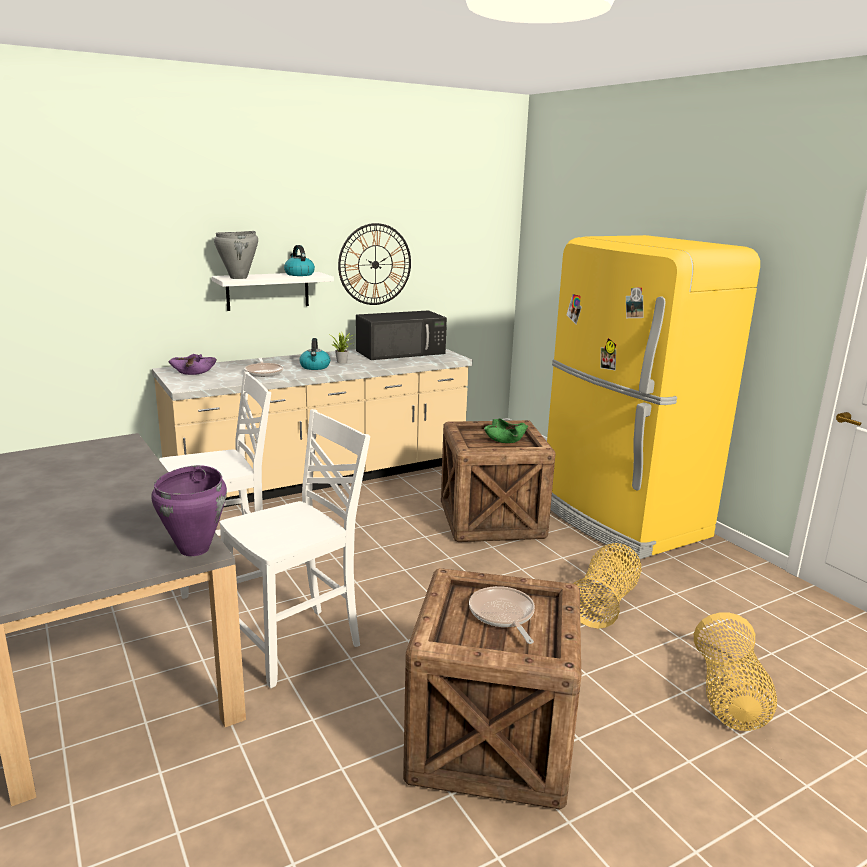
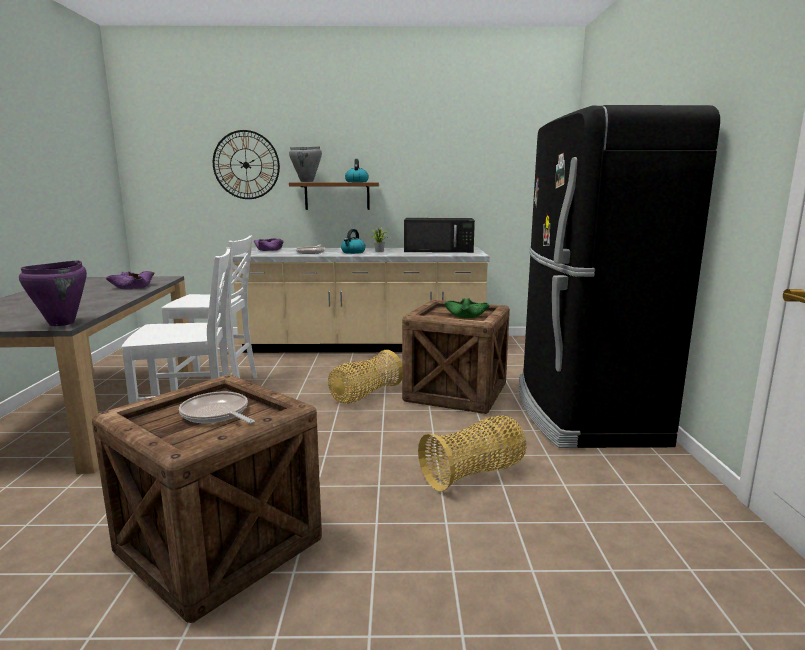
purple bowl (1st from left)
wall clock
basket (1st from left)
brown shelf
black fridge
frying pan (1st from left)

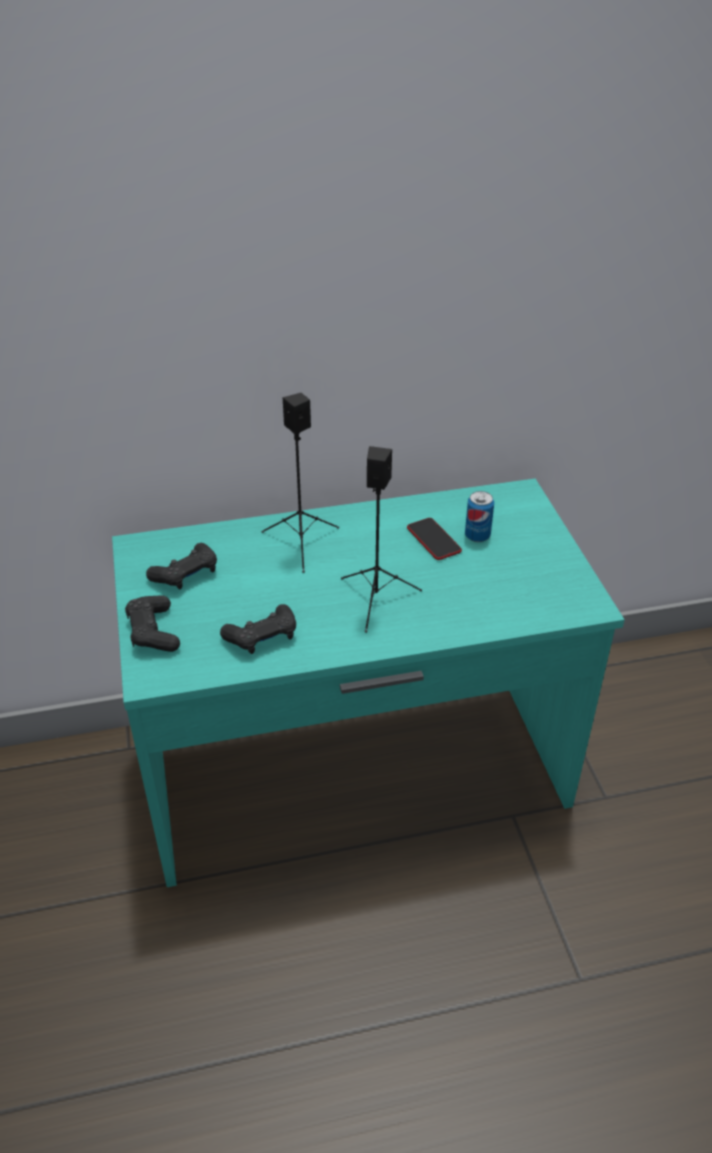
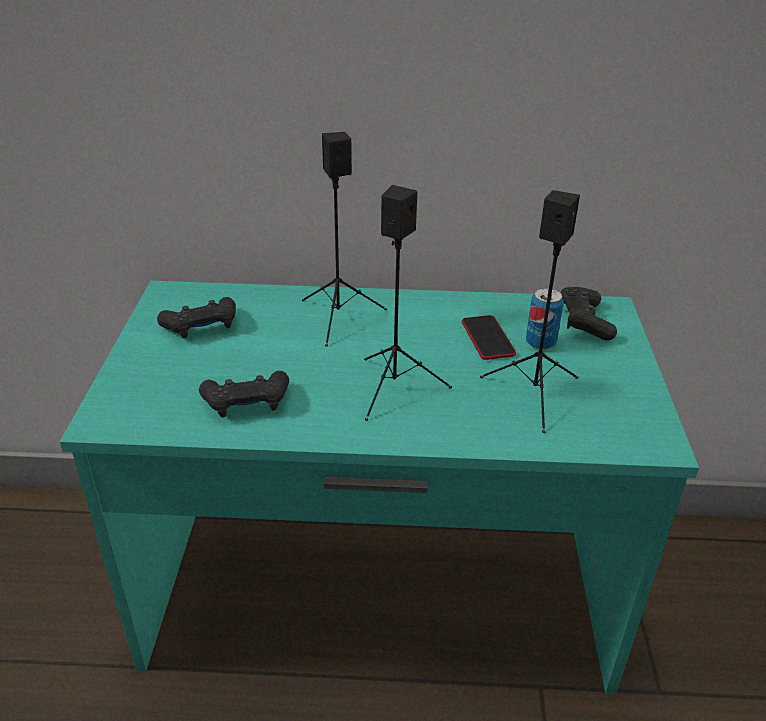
black speaker (3rd from left)
black game controller (3rd from left)

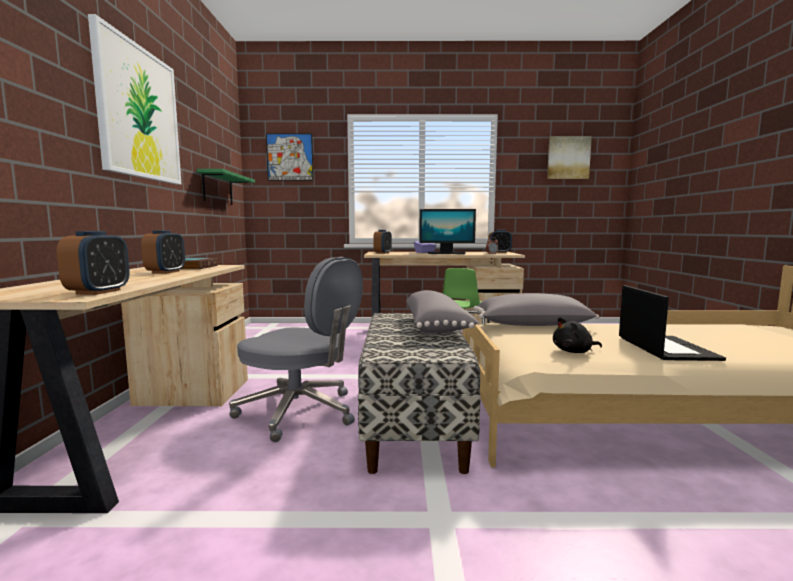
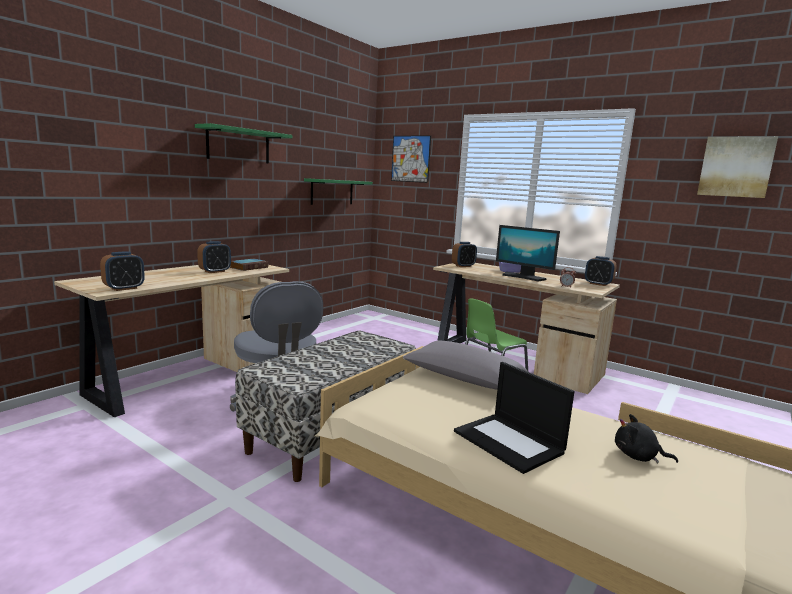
grey pillow (1st from left in the first image)
black plush toy
green shelf (1st from left)
laptop

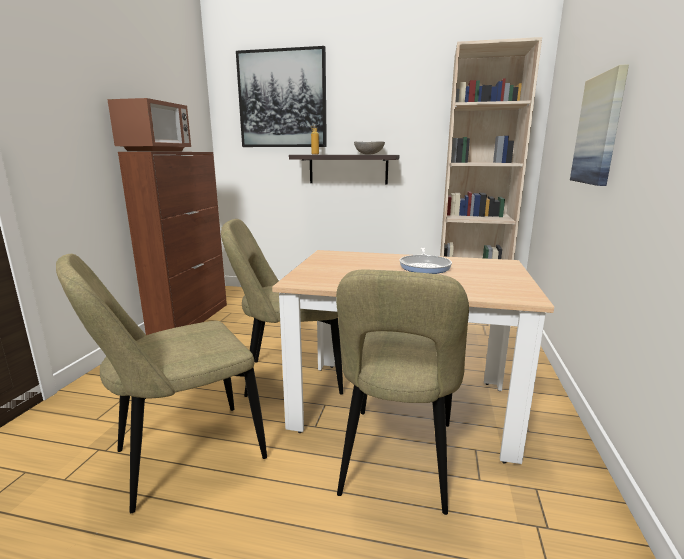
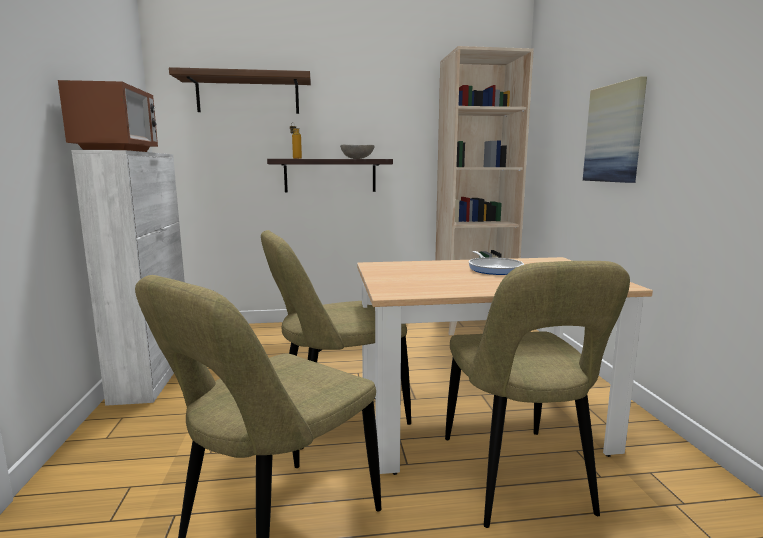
shelf (1st from left)
white cabinet

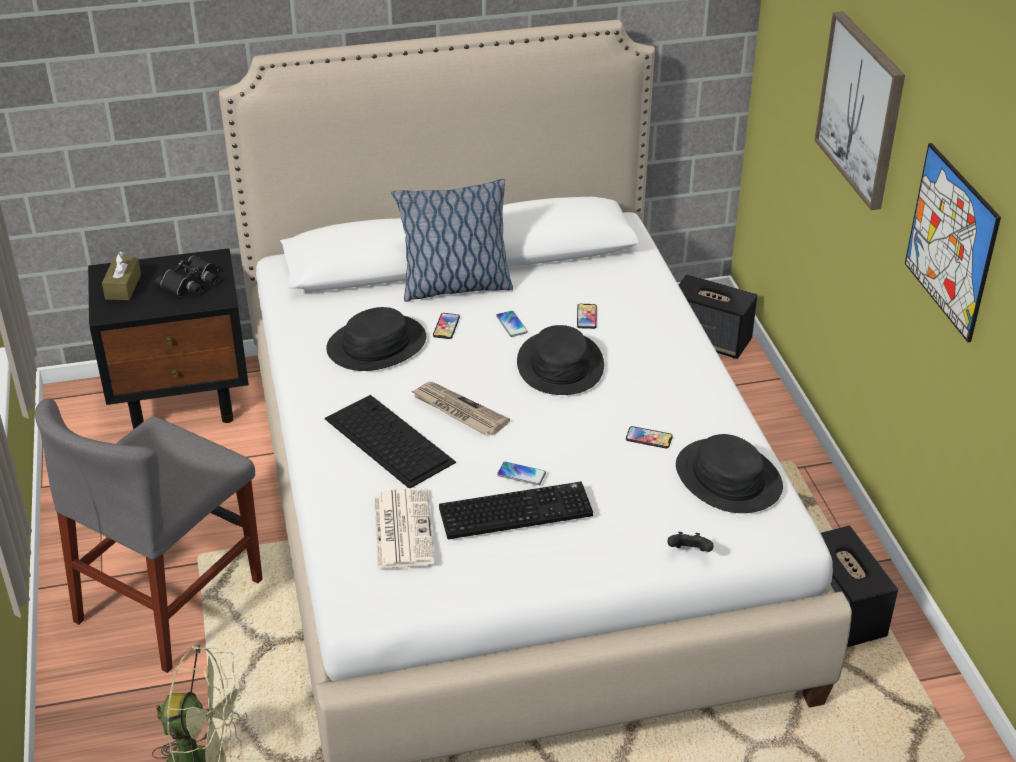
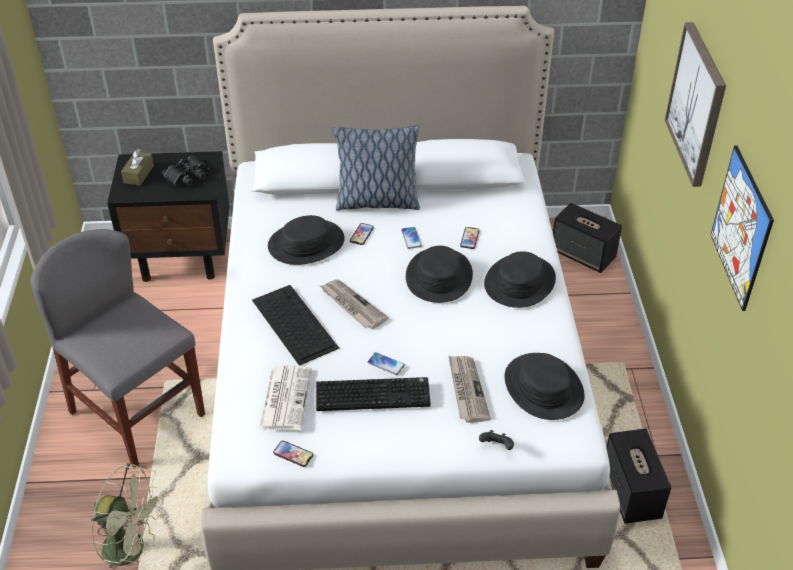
newspaper (3rd from left)
black hat (3rd from left)
phone (1st from left)
grey chair

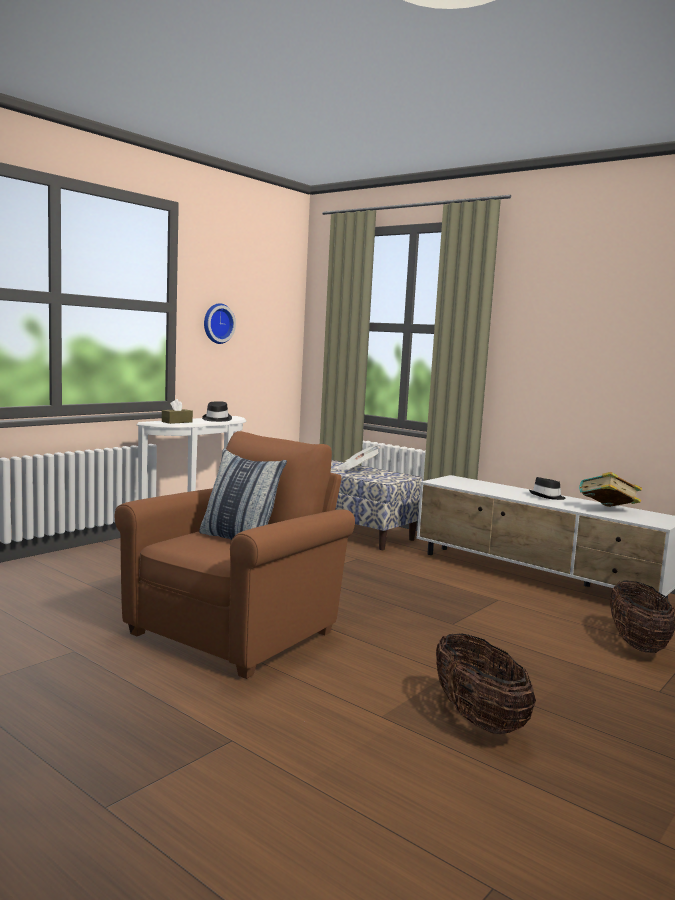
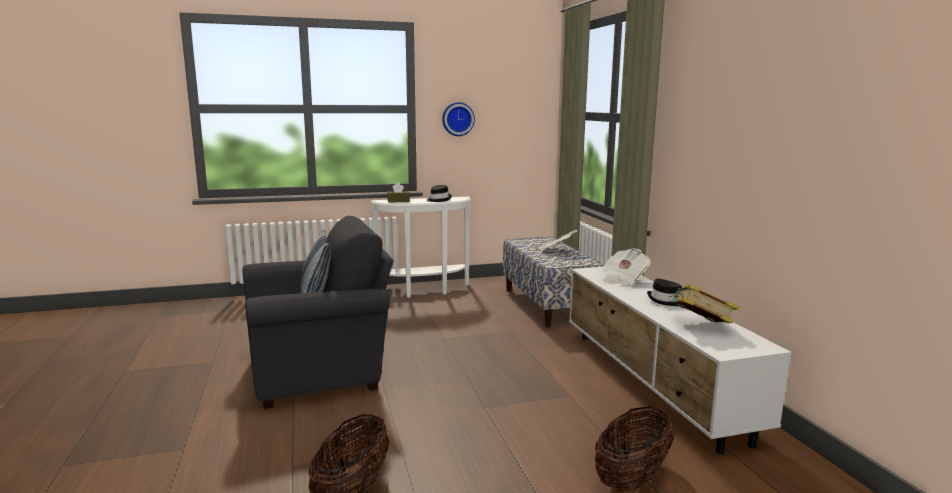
newspaper (2nd from left)
grey armchair

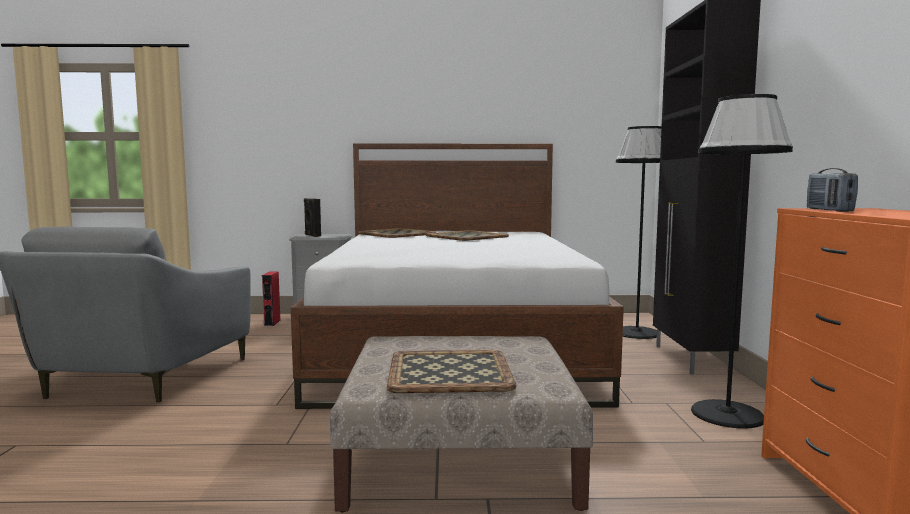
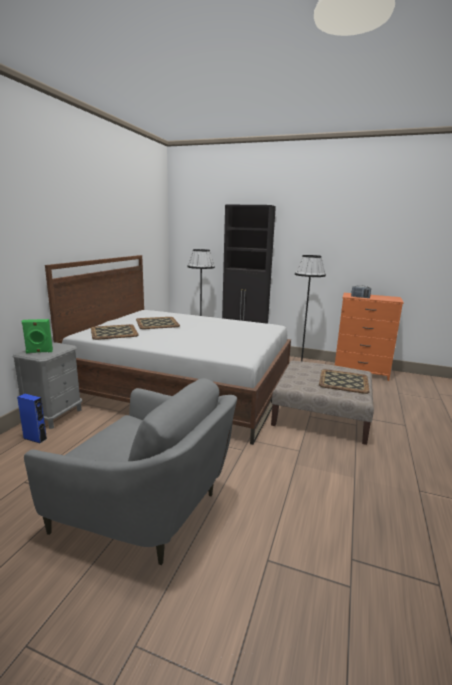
blue speaker
green speaker

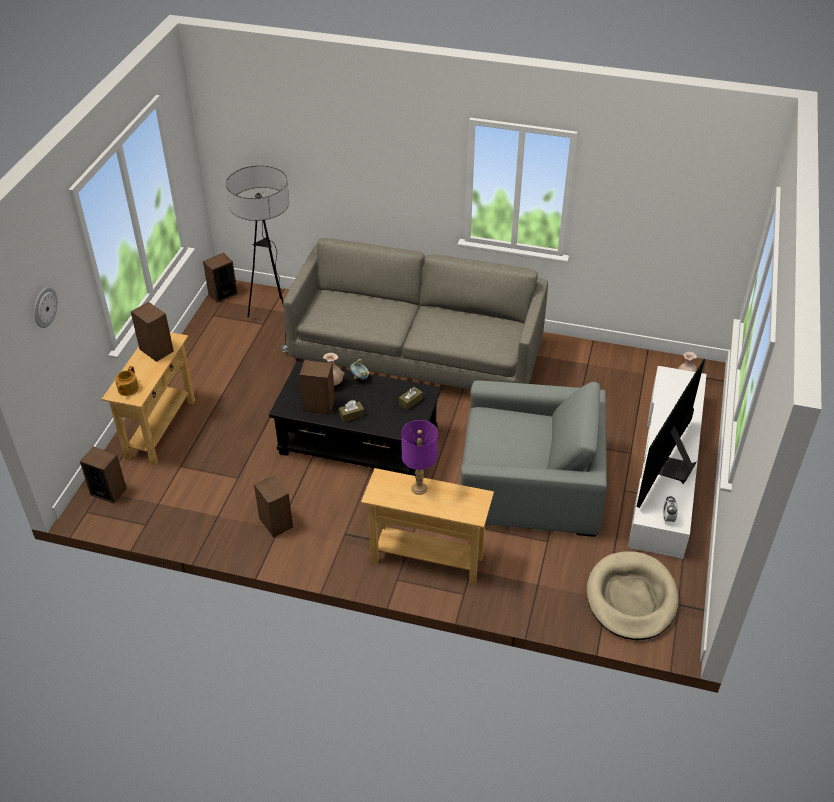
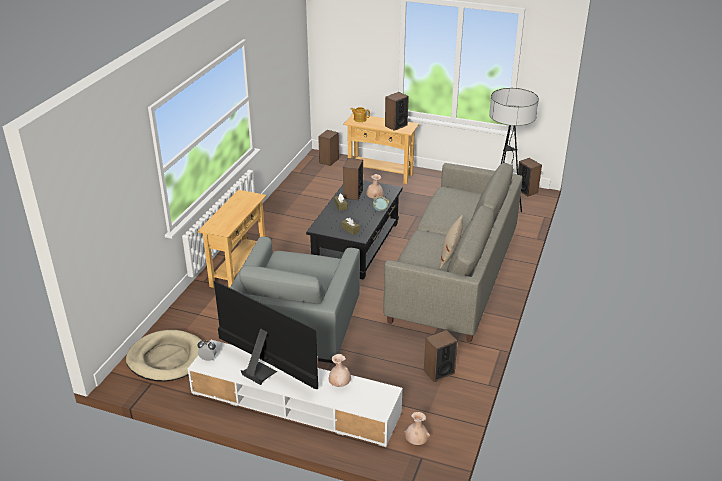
wall clock
purple table lamp
beige vase (1st from left)
beige pillow
speaker (4th from left)

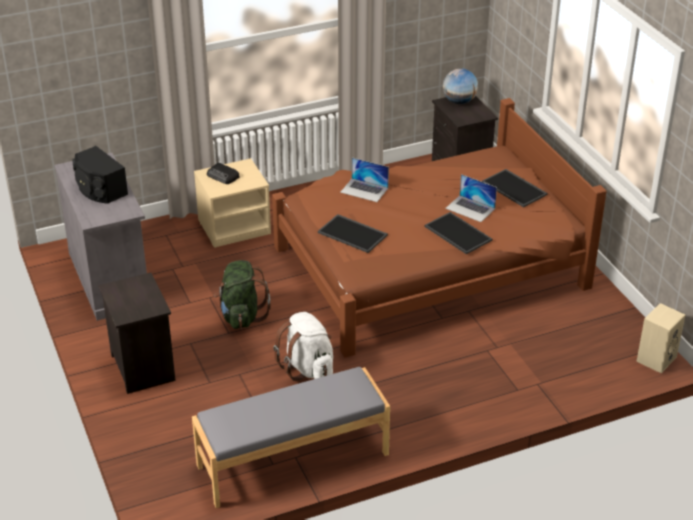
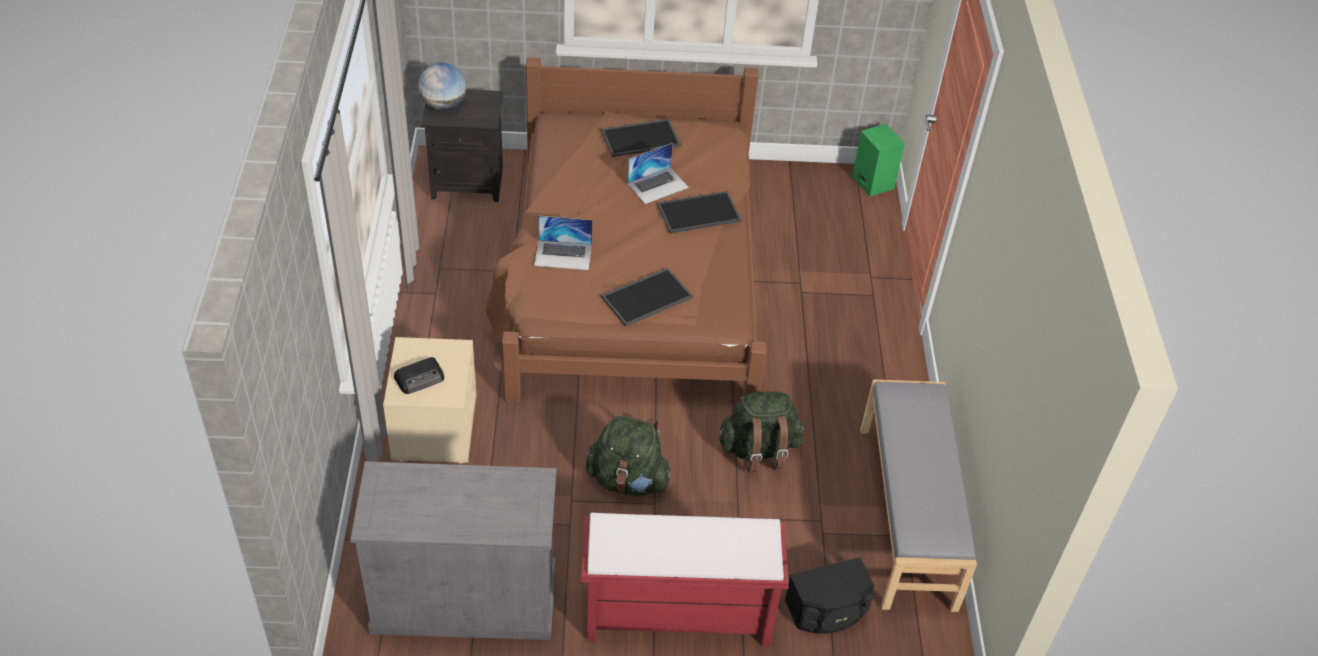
black speaker
red bench
green backpack (2nd from left)
green speaker
laptop (1st from left)

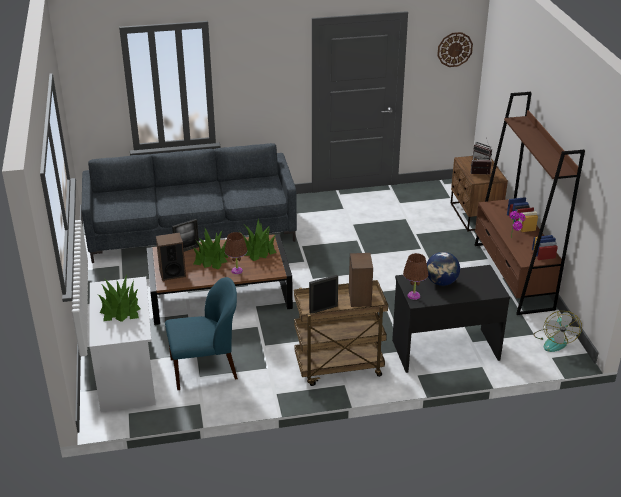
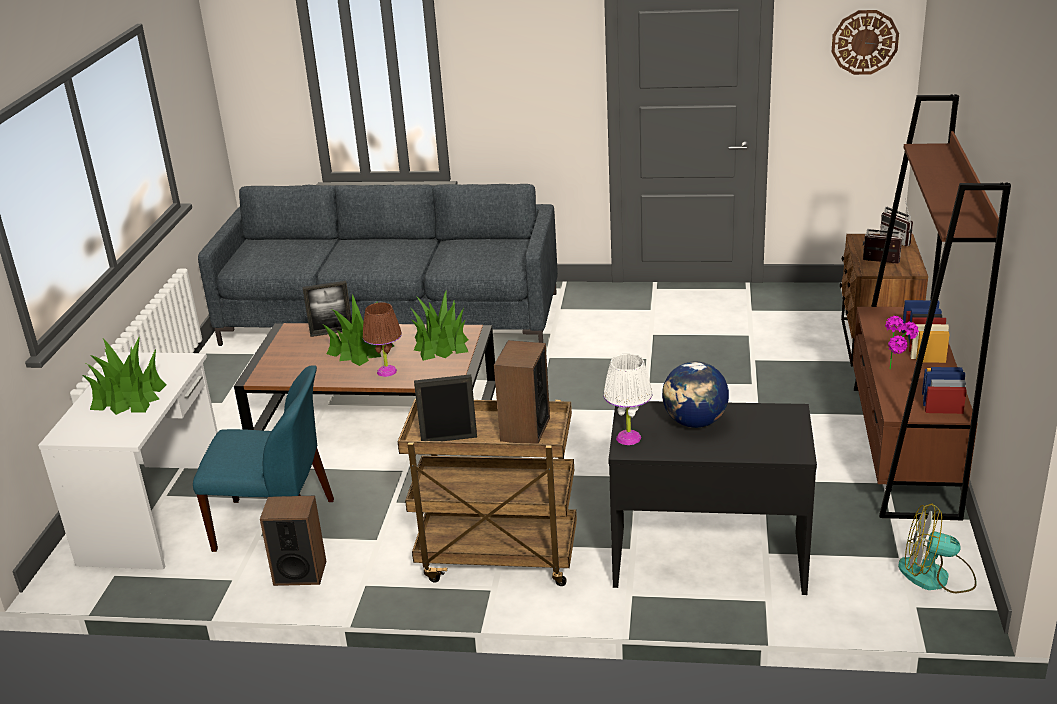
speaker (1st from left)
white table lamp
fan

